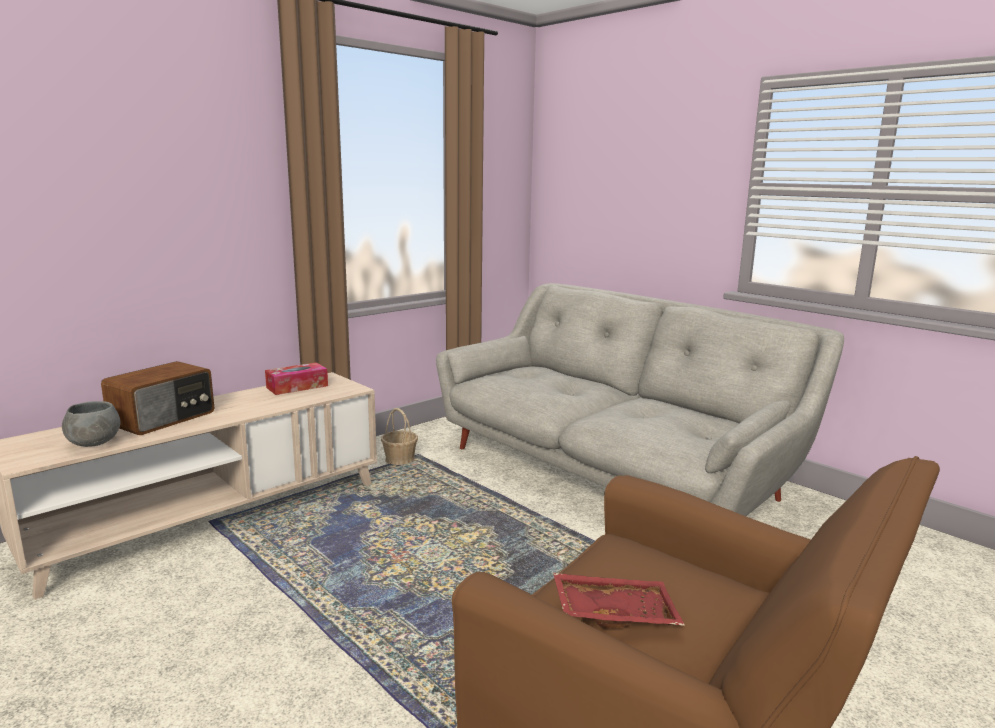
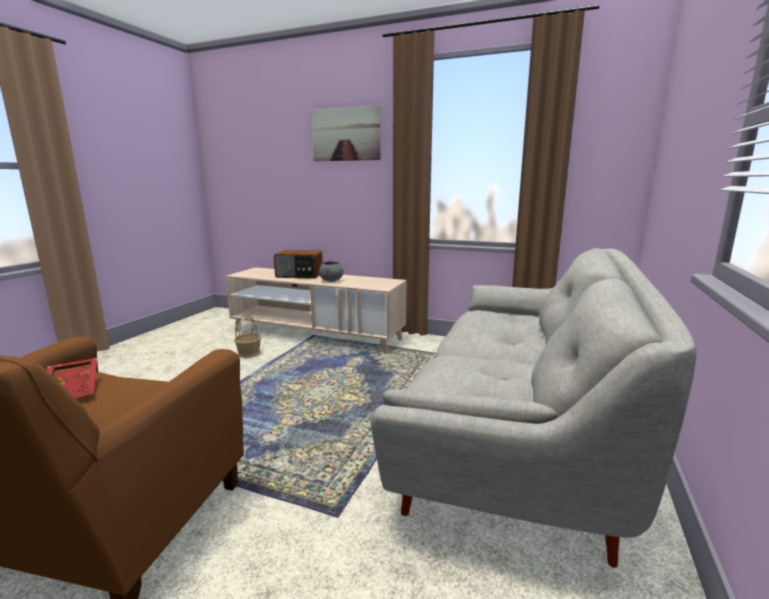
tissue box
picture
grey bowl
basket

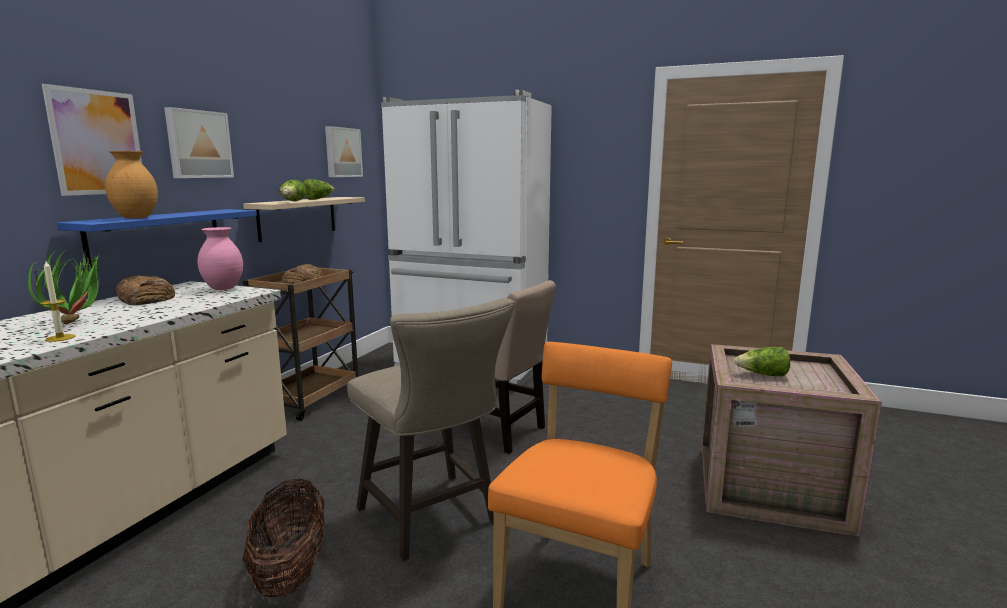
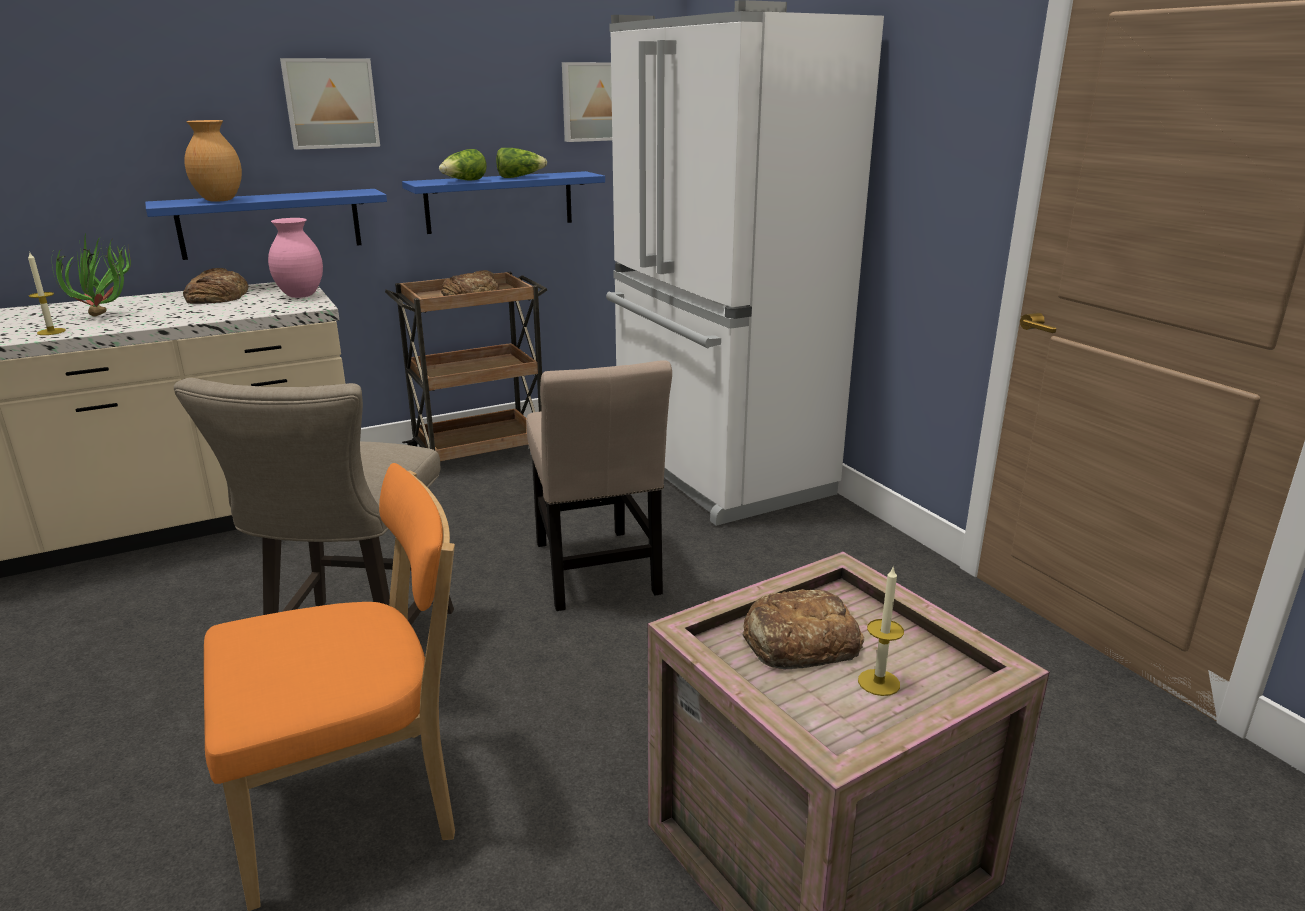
picture (1st from left in the first image)
basket
candle (2nd from left)
bread (3rd from left)
blue shelf (2nd from left)

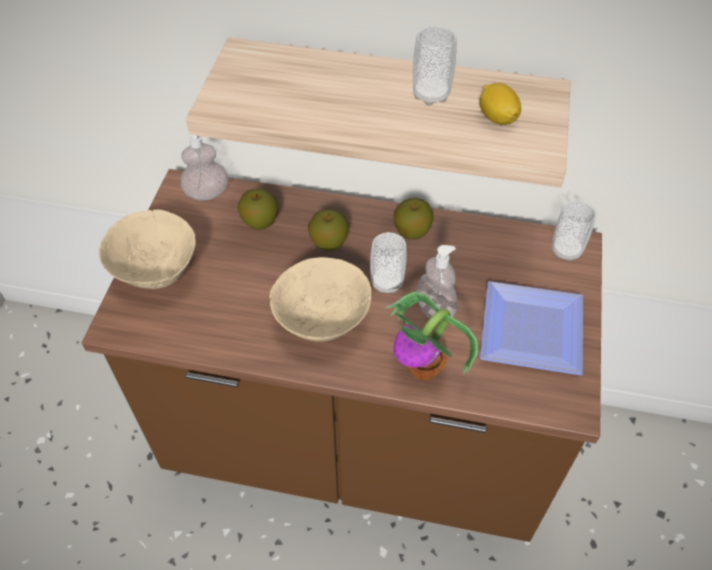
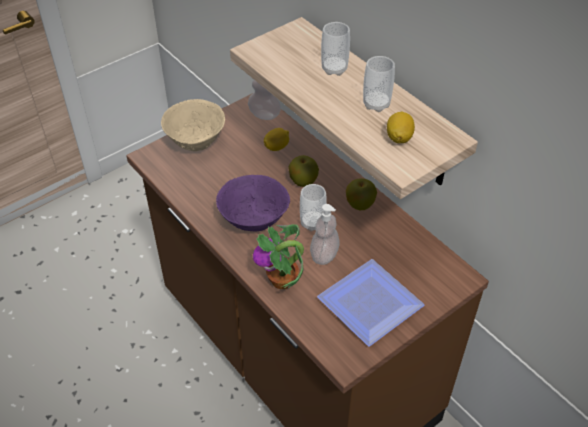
cup (2nd from left)
lemon (1st from left)
purple bowl

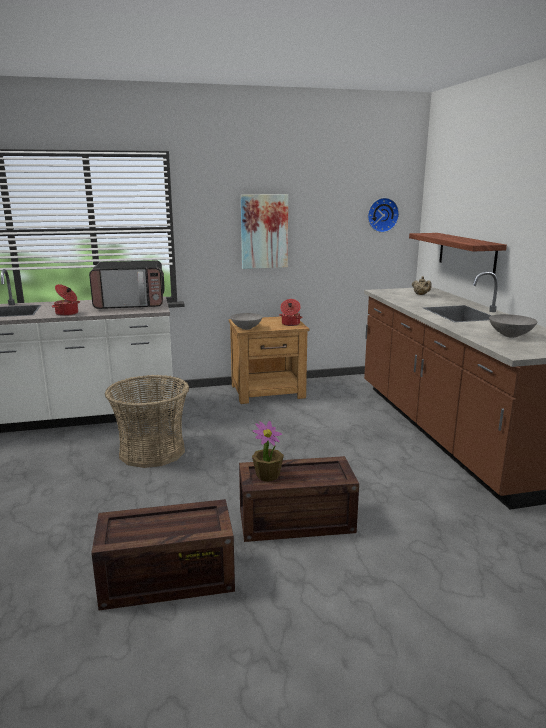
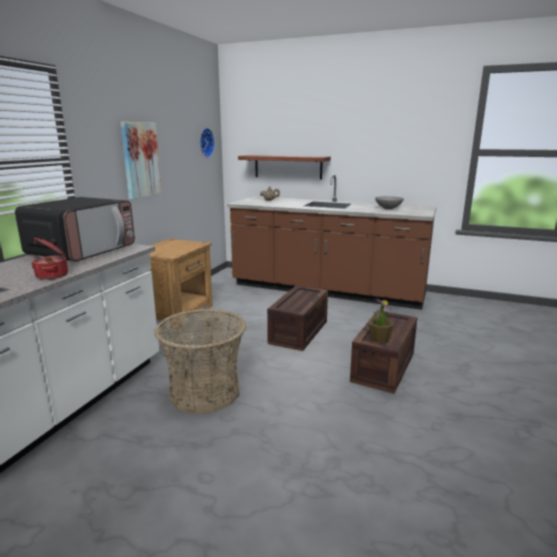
grey bowl (1st from left in the first image)
cooking pot (2nd from left in the first image)
crate (1st from left)

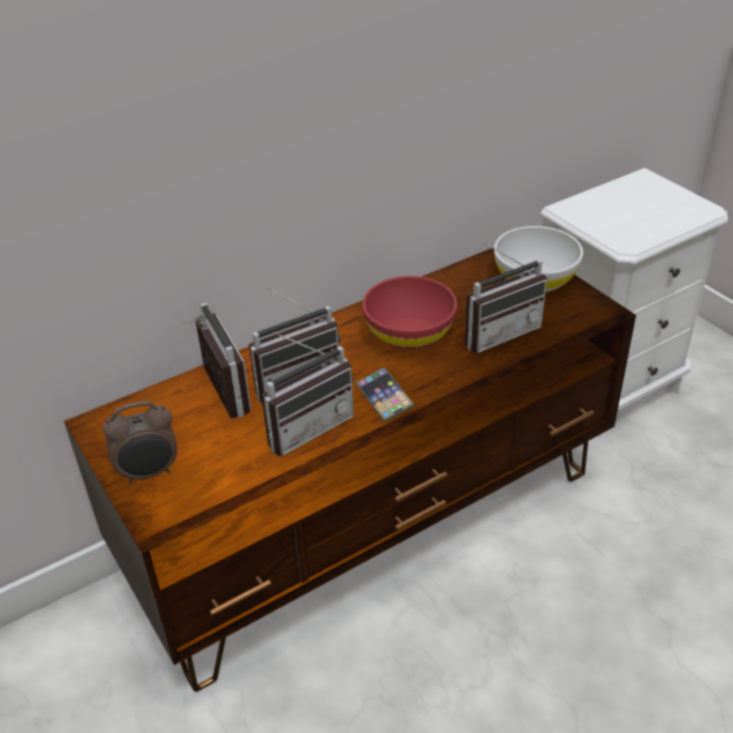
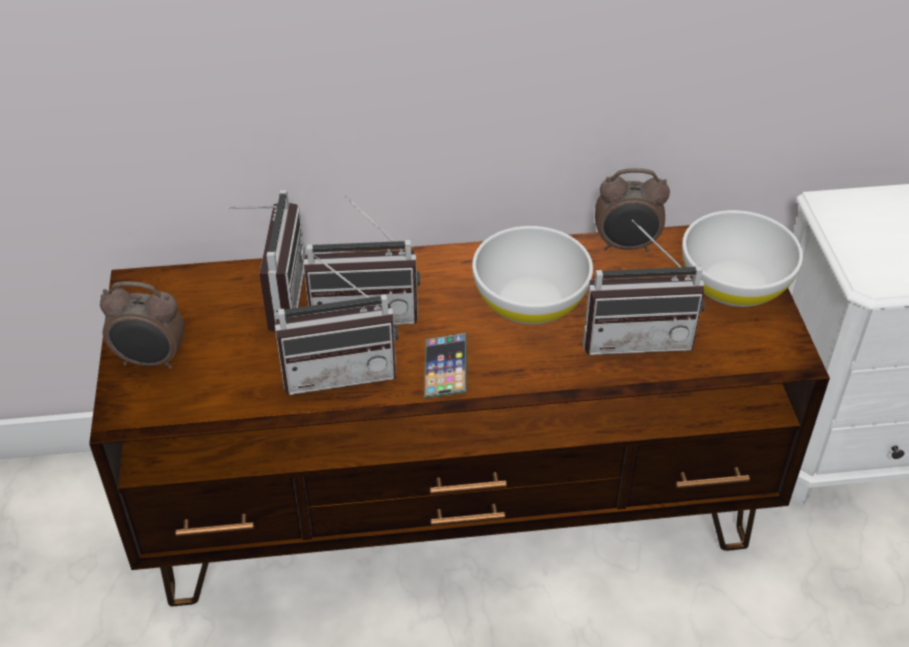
alarm clock (2nd from left)
white bowl (1st from left)

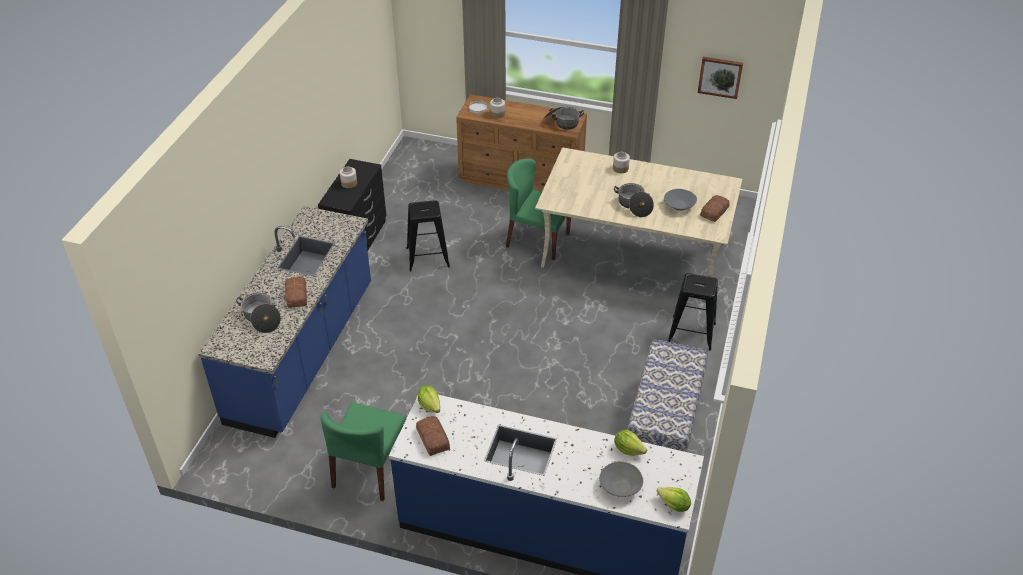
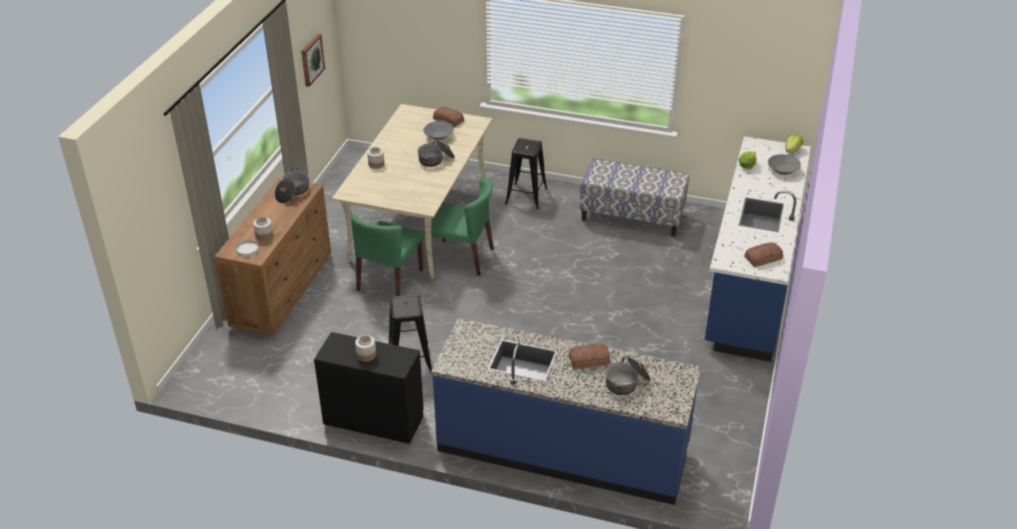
lettuce (1st from left in the first image)
green chair (2nd from left)

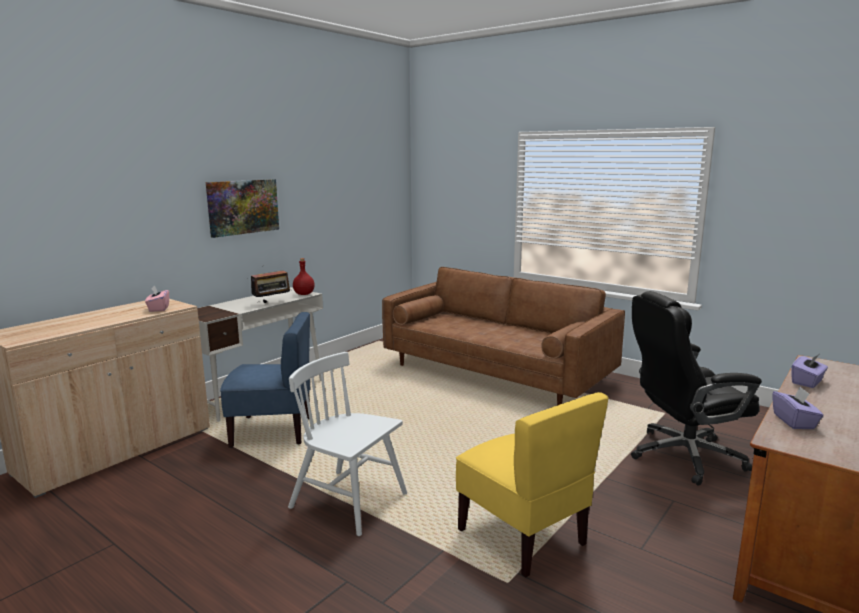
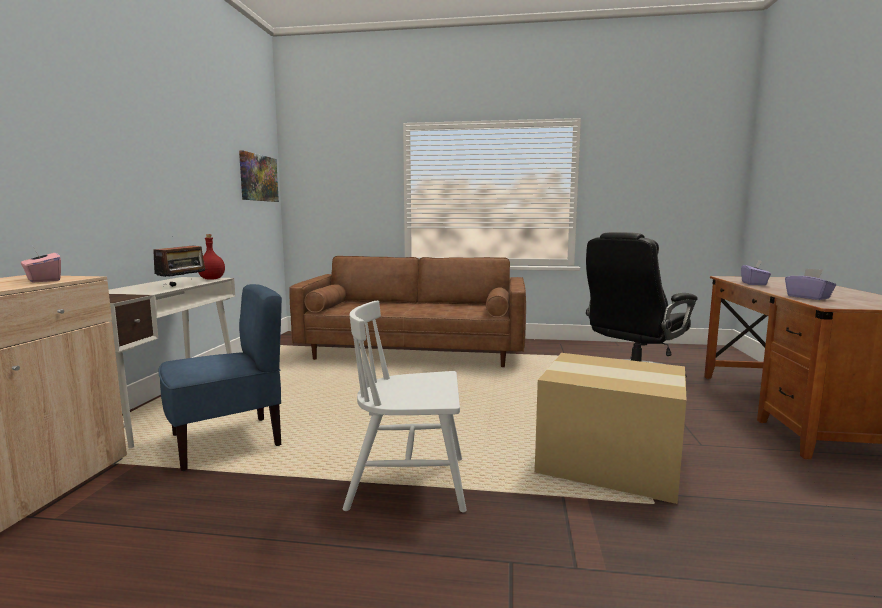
picture
cardboard box

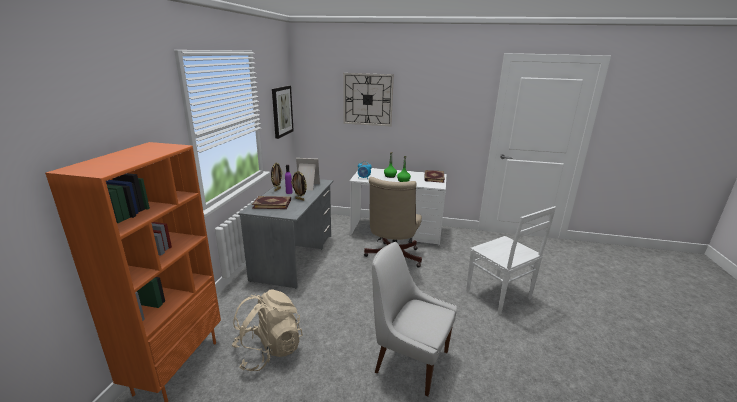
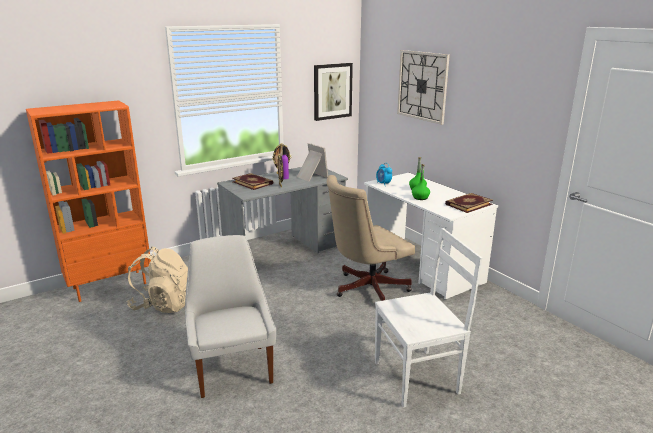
white chair (2nd from left)

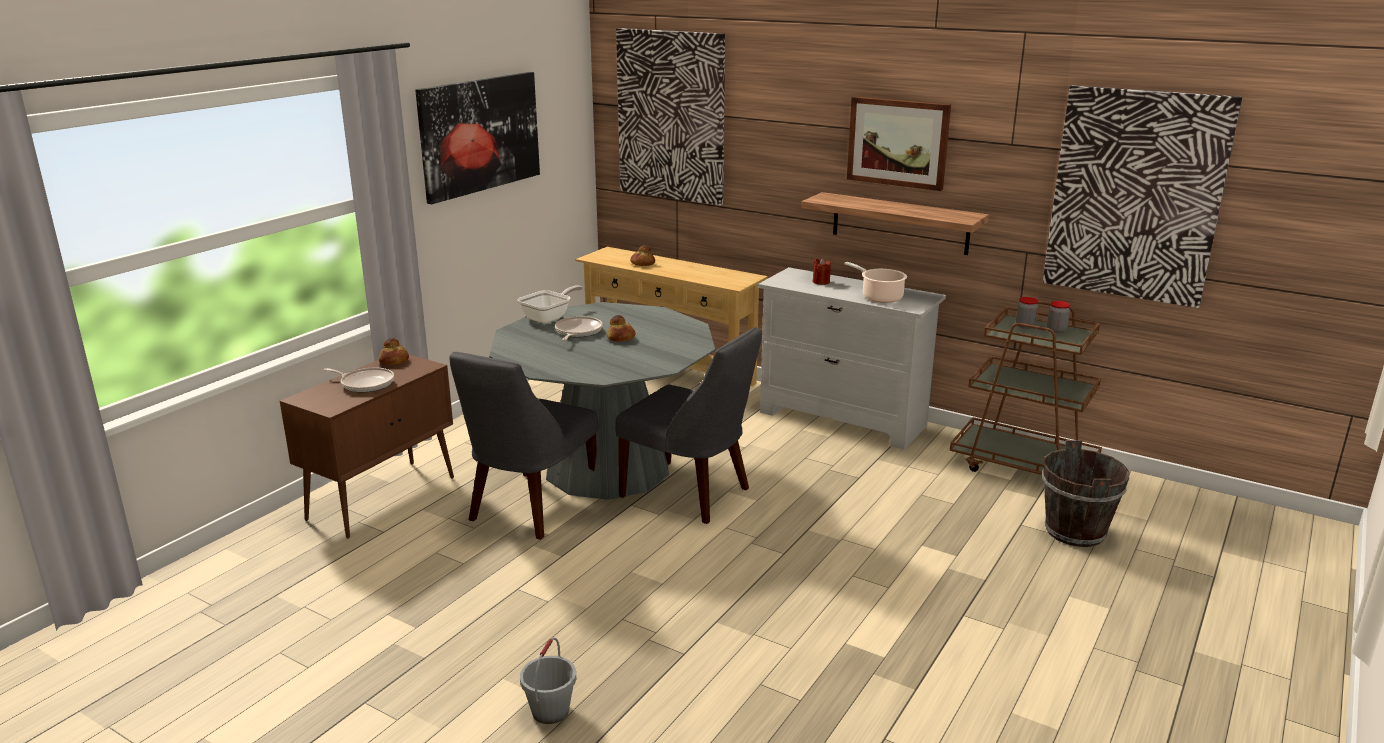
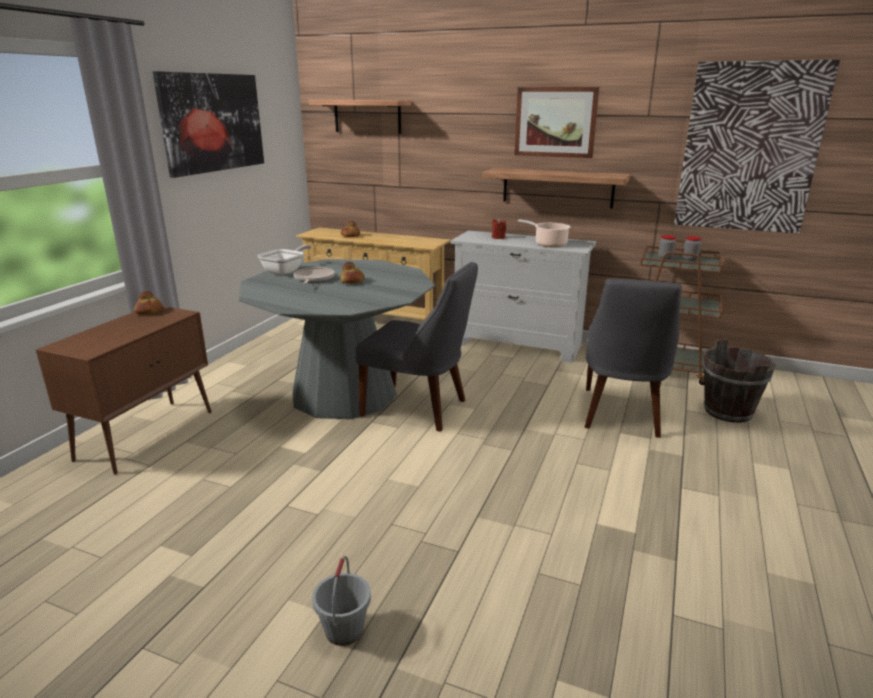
frying pan (1st from left in the first image)
grey chair (2nd from left)
shelf (1st from left)

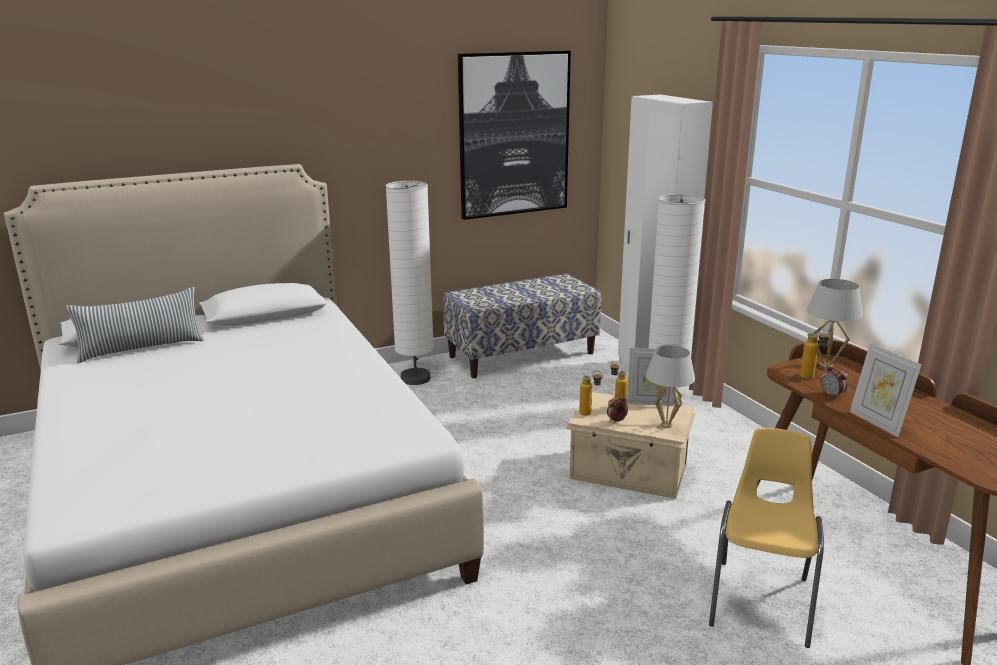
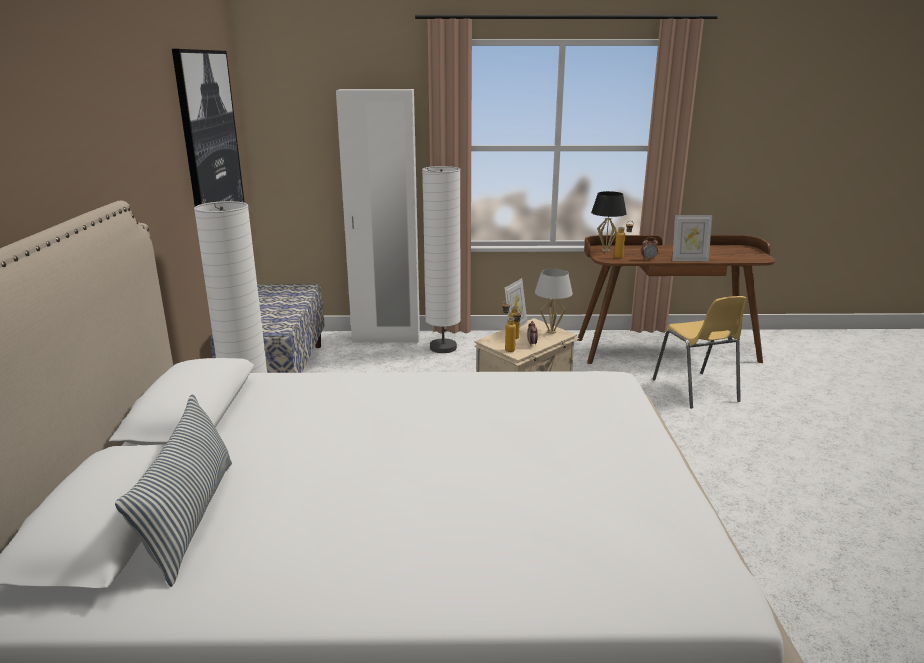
black table lamp
yellow chair

